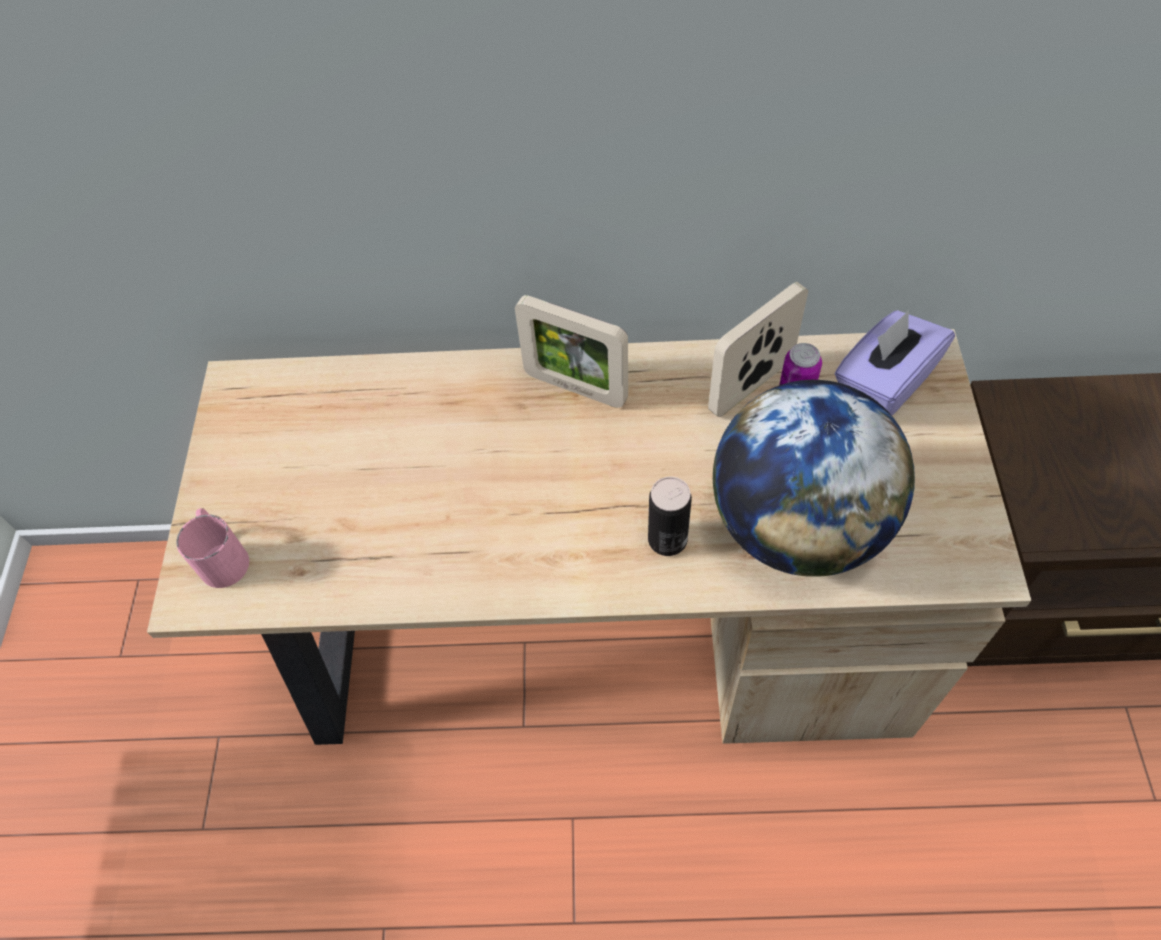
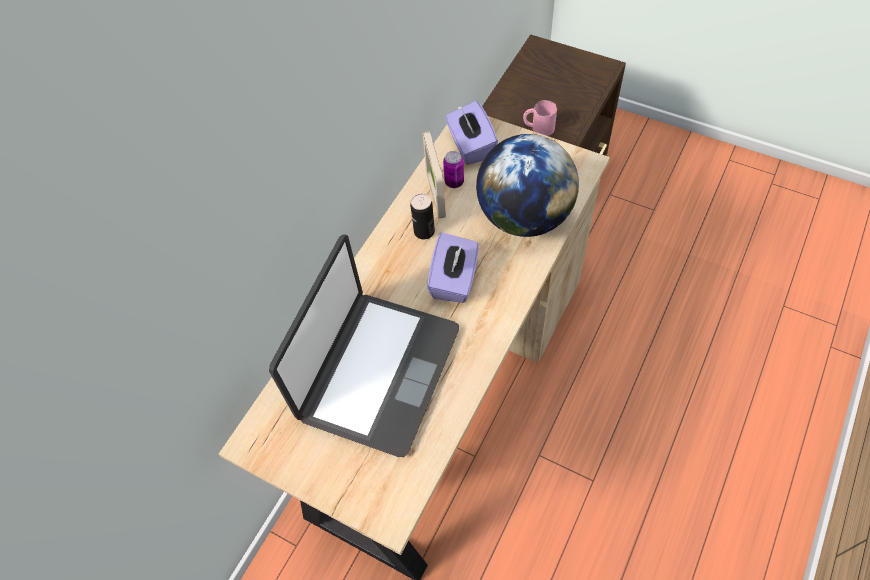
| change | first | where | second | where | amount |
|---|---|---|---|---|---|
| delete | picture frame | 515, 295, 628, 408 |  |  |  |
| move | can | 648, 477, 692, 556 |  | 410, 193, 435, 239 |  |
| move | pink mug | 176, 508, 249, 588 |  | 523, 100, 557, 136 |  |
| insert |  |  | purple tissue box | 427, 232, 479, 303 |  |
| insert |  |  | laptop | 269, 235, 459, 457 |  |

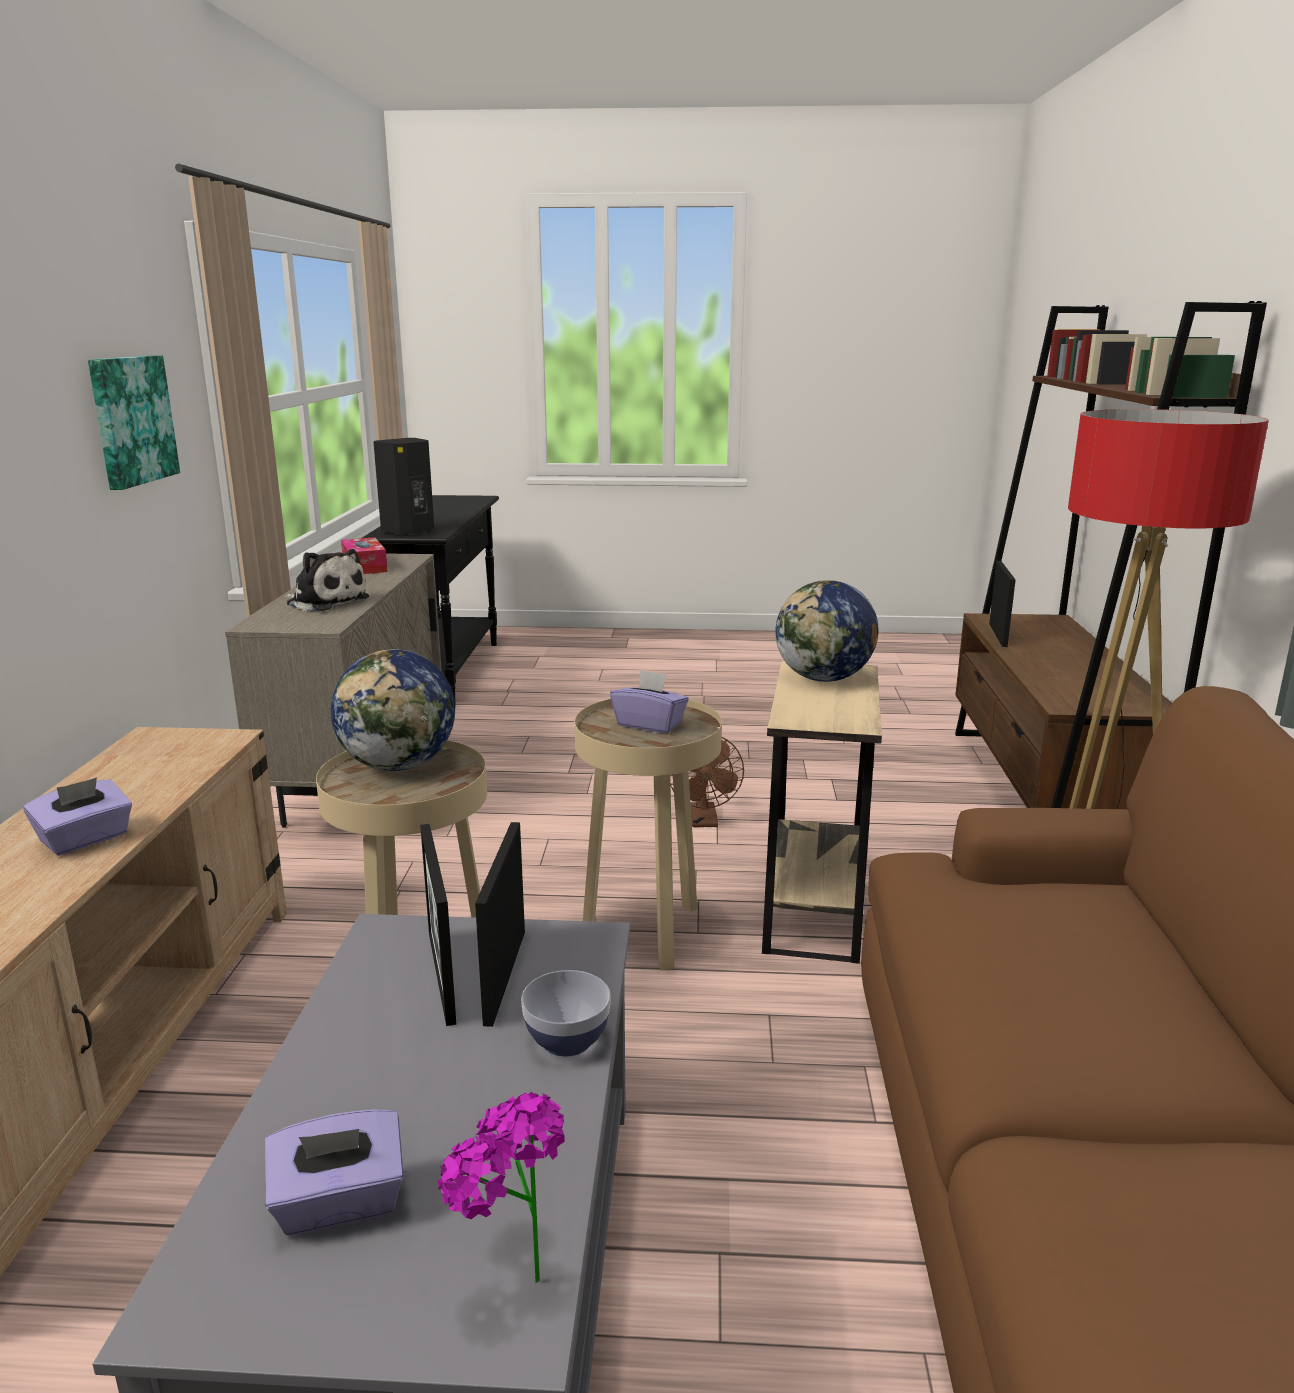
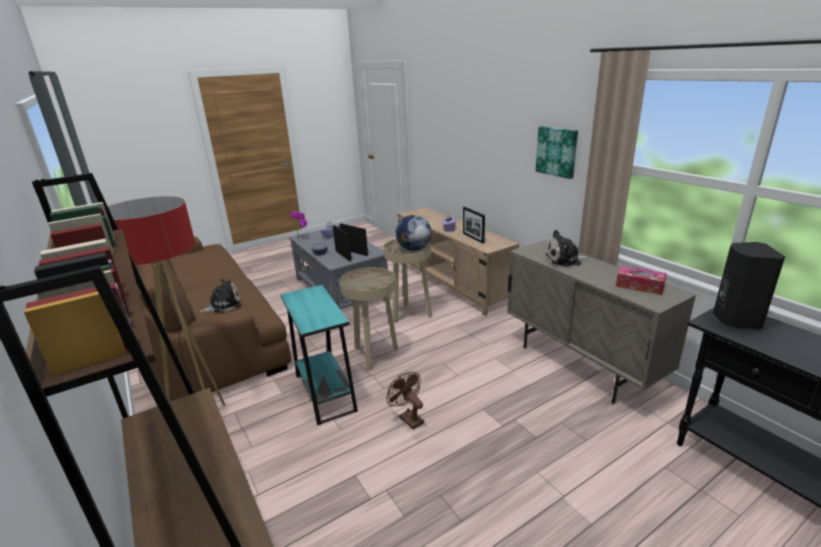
| change | first | where | second | where | amount |
|---|---|---|---|---|---|
| move | picture frame | 989, 561, 1016, 647 |  | 463, 207, 485, 244 |  |
| delete | globe | 775, 580, 879, 682 |  |  |  |
| recolor | beige side table | 762, 661, 882, 964 | turquoise side table | 280, 285, 358, 425 |  |
| delete | purple tissue box | 610, 670, 689, 733 |  |  |  |
| insert |  |  | plush toy | 199, 278, 242, 313 |  |

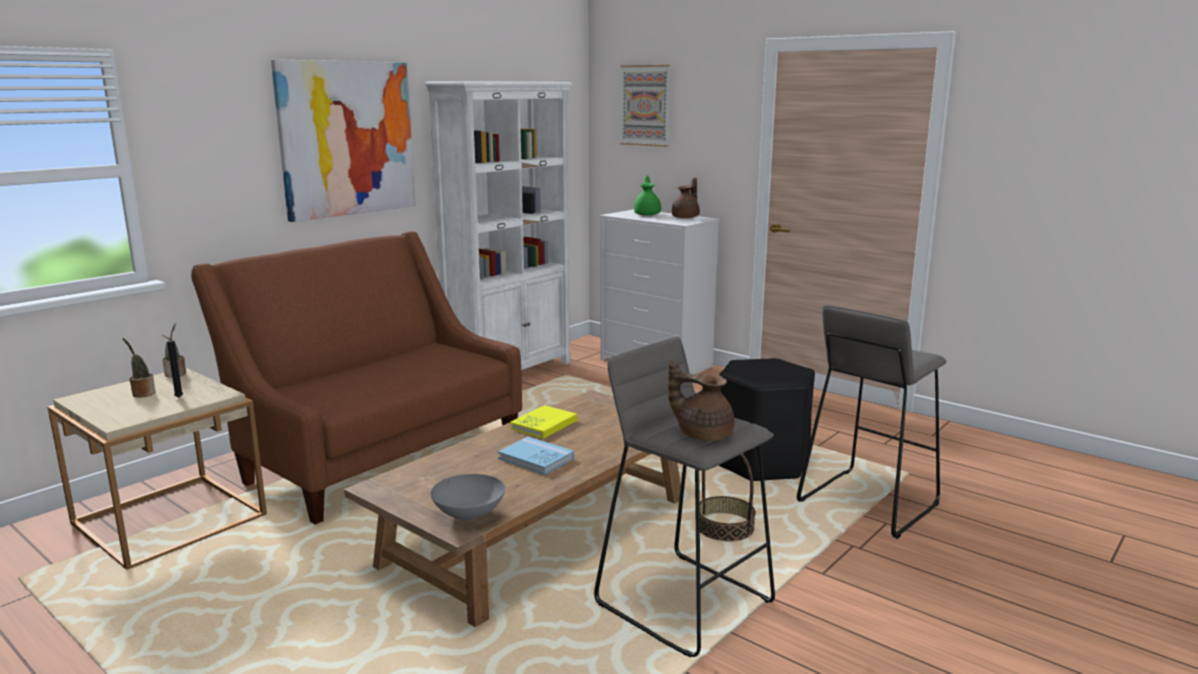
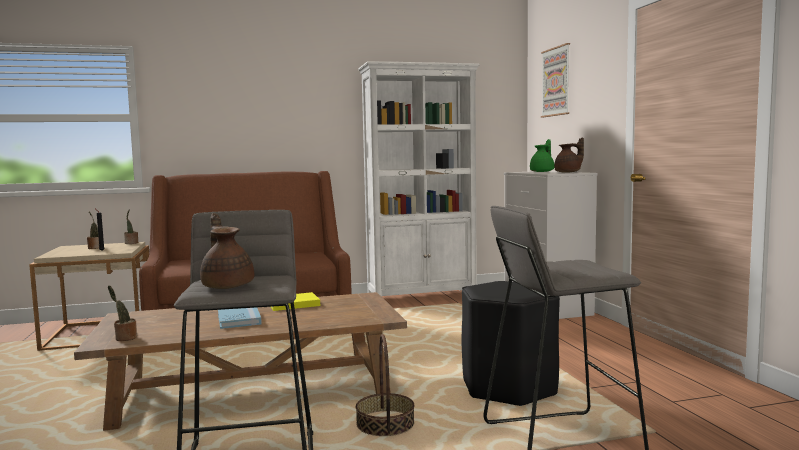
| change | first | where | second | where | amount |
|---|---|---|---|---|---|
| delete | picture | 271, 59, 416, 222 |  |  |  |
| replace | grey bowl | 431, 474, 505, 521 | potted plant | 108, 285, 137, 341 |  |

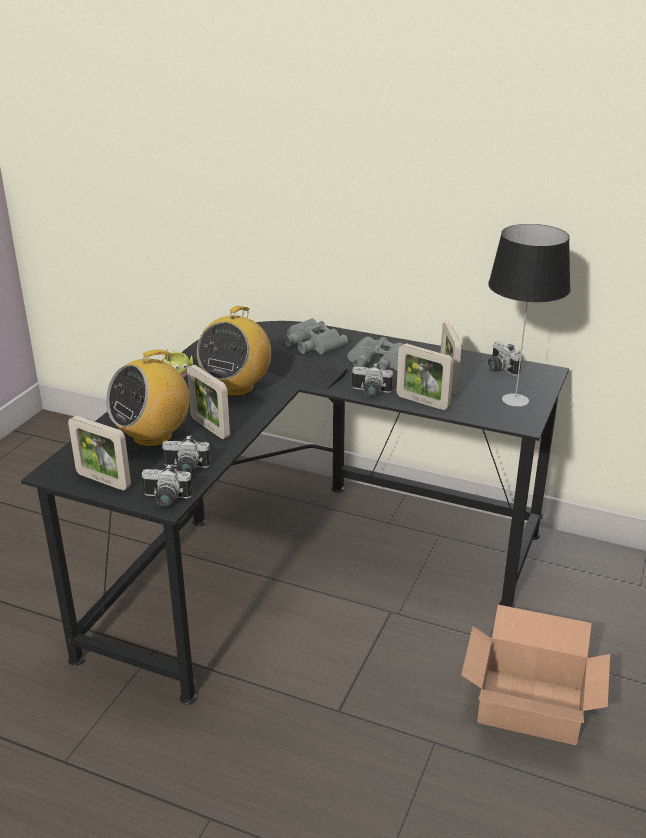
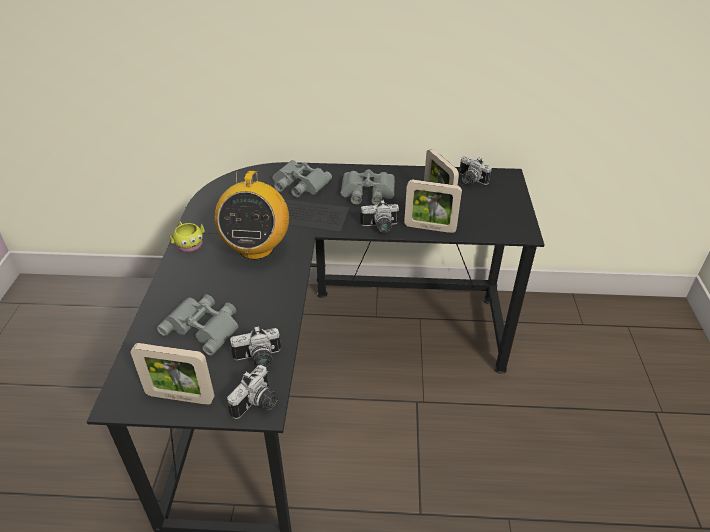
| change | first | where | second | where | amount |
|---|---|---|---|---|---|
| delete | table lamp | 488, 224, 571, 407 |  |  |  |
| replace | radio | 106, 349, 190, 447 | grey binoculars | 157, 294, 238, 356 |  |
| delete | picture frame | 187, 365, 230, 439 |  |  |  |
| rotate | photo camera | 141, 464, 193, 507 |  | 227, 365, 278, 419 | 45 degrees counterclockwise |
| delete | cardboard box | 461, 605, 610, 745 |  |  |  |

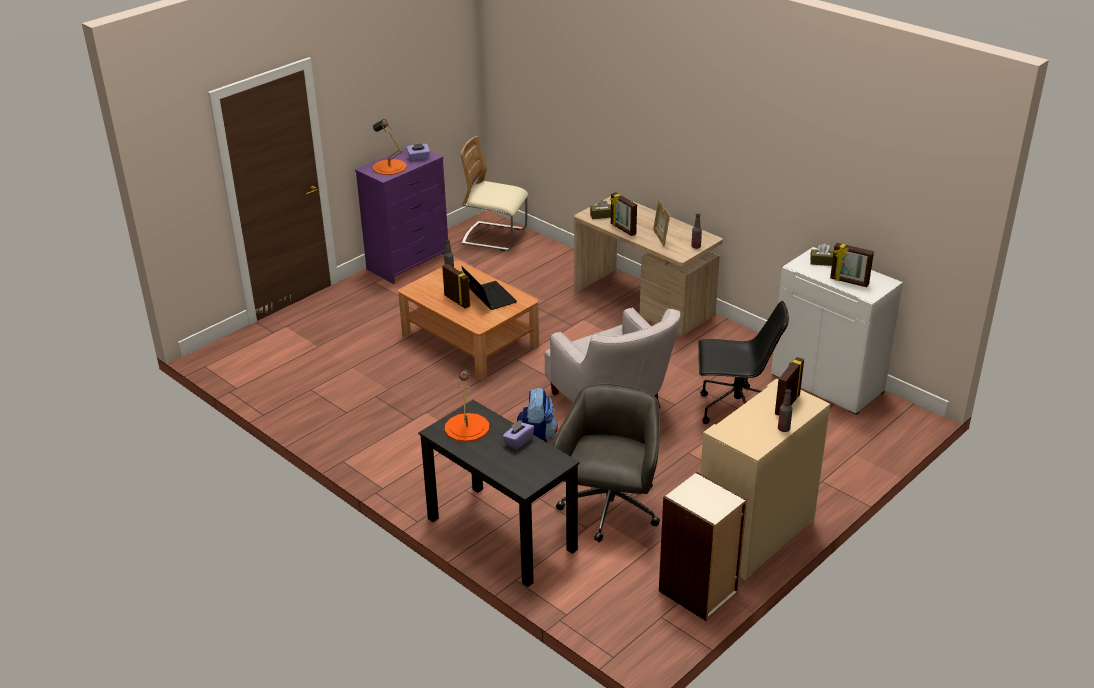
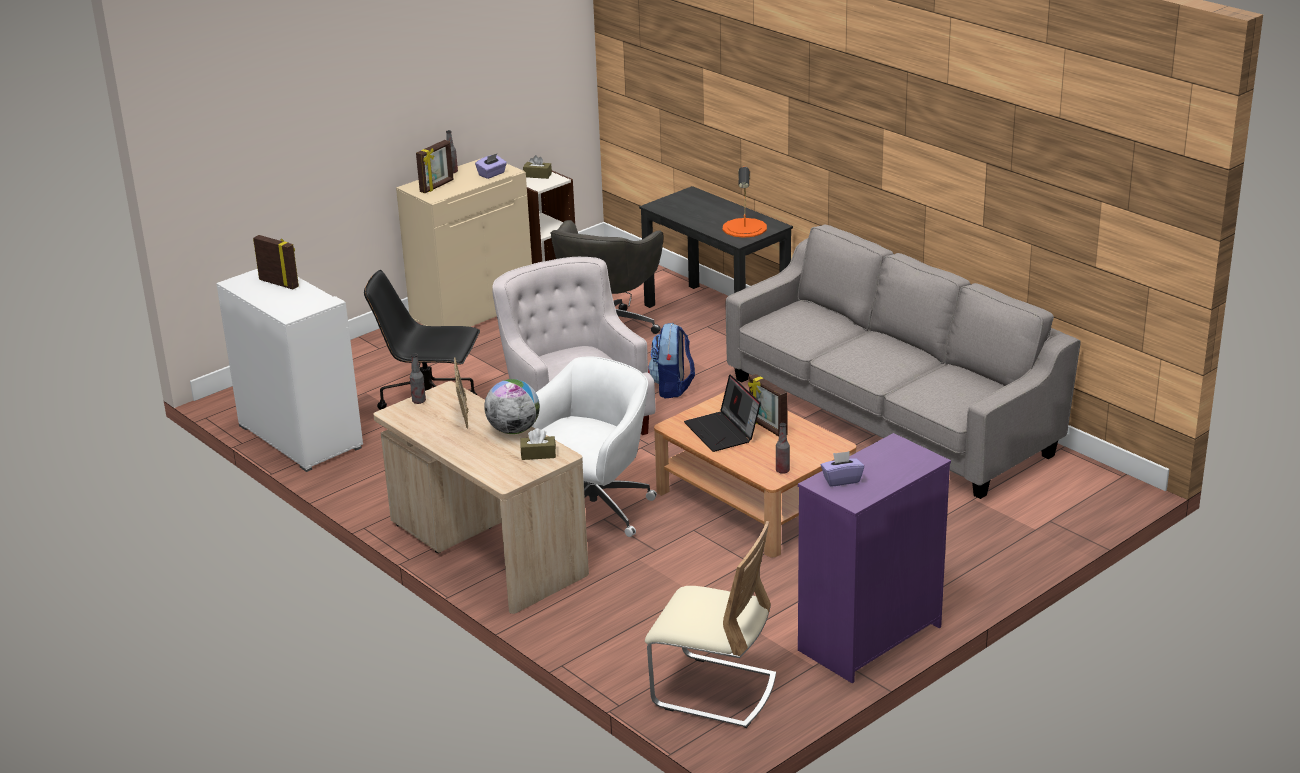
| change | first | where | second | where | amount |
|---|---|---|---|---|---|
| delete | orange table lamp | 373, 119, 407, 175 |  |  |  |
| replace | picture frame | 610, 192, 637, 236 | globe | 484, 379, 540, 434 |  |
| move | brown tissue box | 810, 244, 834, 266 |  | 523, 155, 552, 179 |  |
| move | purple tissue box | 503, 420, 534, 450 |  | 475, 154, 507, 179 |  |
| insert |  |  | grey sofa | 725, 224, 1081, 499 |  |
| insert |  |  | white office chair | 532, 357, 657, 537 |  |

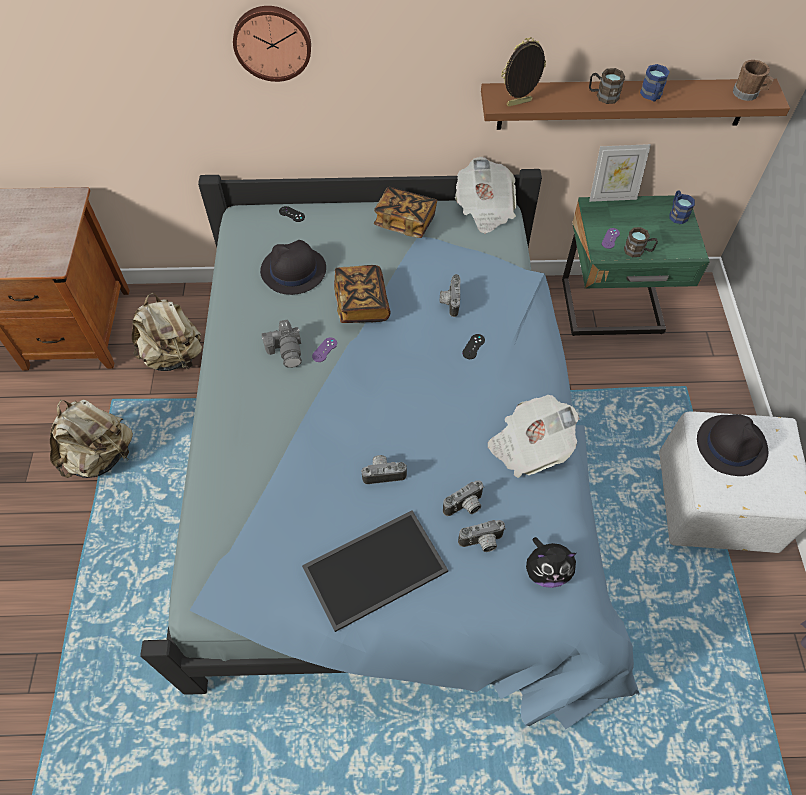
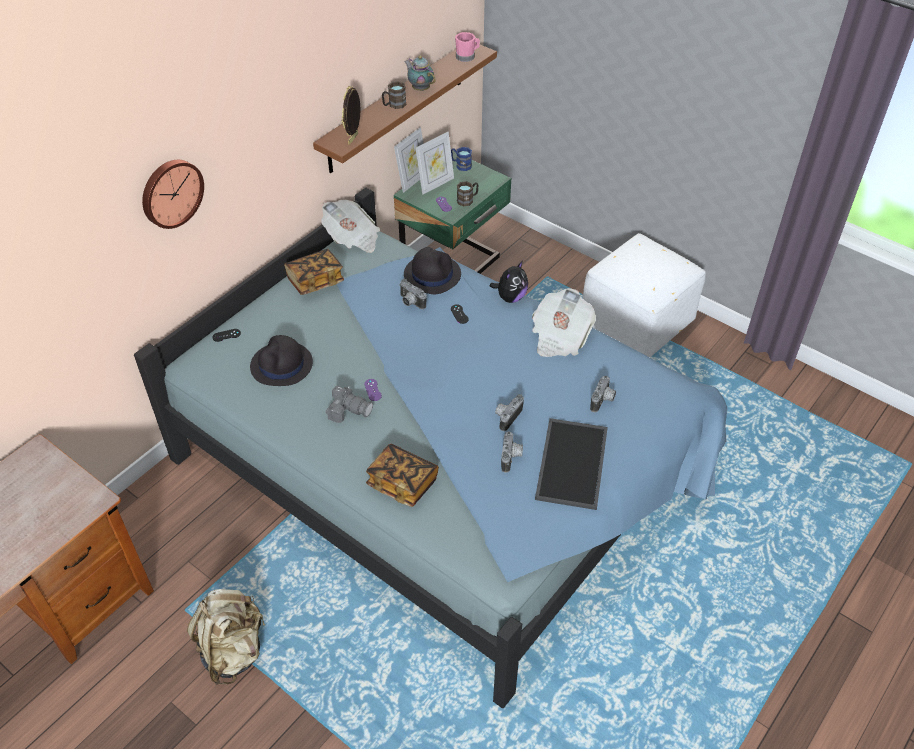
| change | first | where | second | where | amount |
|---|---|---|---|---|---|
| recolor | brown mug | 733, 60, 774, 101 | pink mug | 455, 32, 480, 62 |  |
| replace | blue mug | 640, 64, 669, 101 | teapot | 404, 56, 436, 91 |  |
| move | book | 334, 265, 391, 323 |  | 366, 444, 439, 507 |  |
| delete | beige backpack | 132, 293, 202, 371 |  |  |  |
| move | black hat | 697, 414, 768, 476 |  | 404, 247, 461, 294 |  |
| move | photo camera | 443, 480, 484, 516 |  | 501, 432, 523, 473 |  |
| move | plush toy | 526, 537, 576, 588 |  | 490, 261, 528, 303 |  |
| insert |  |  | picture frame | 416, 132, 454, 195 |  |

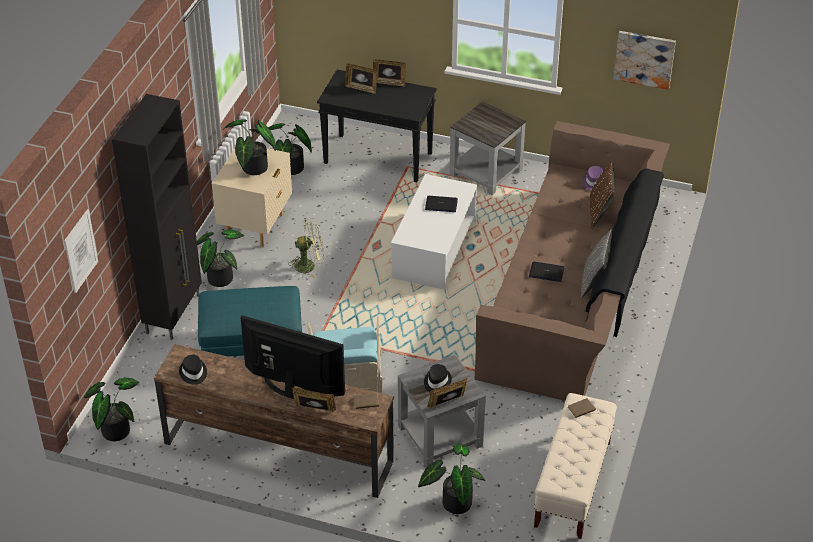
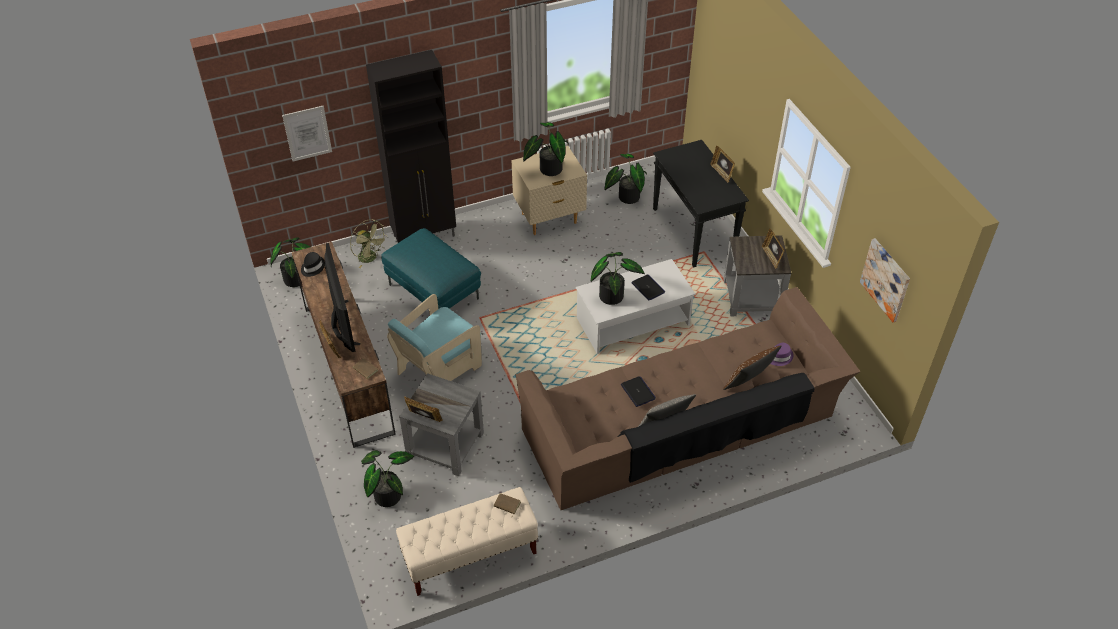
| change | first | where | second | where | amount |
|---|---|---|---|---|---|
| move | picture frame | 345, 64, 377, 94 |  | 762, 229, 785, 269 |  |
| move | green fan | 288, 218, 324, 278 |  | 350, 219, 388, 268 |  |
| move | potted plant | 197, 230, 244, 287 |  | 591, 252, 645, 305 |  |
| delete | black hat | 424, 364, 452, 392 |  |  |  |

